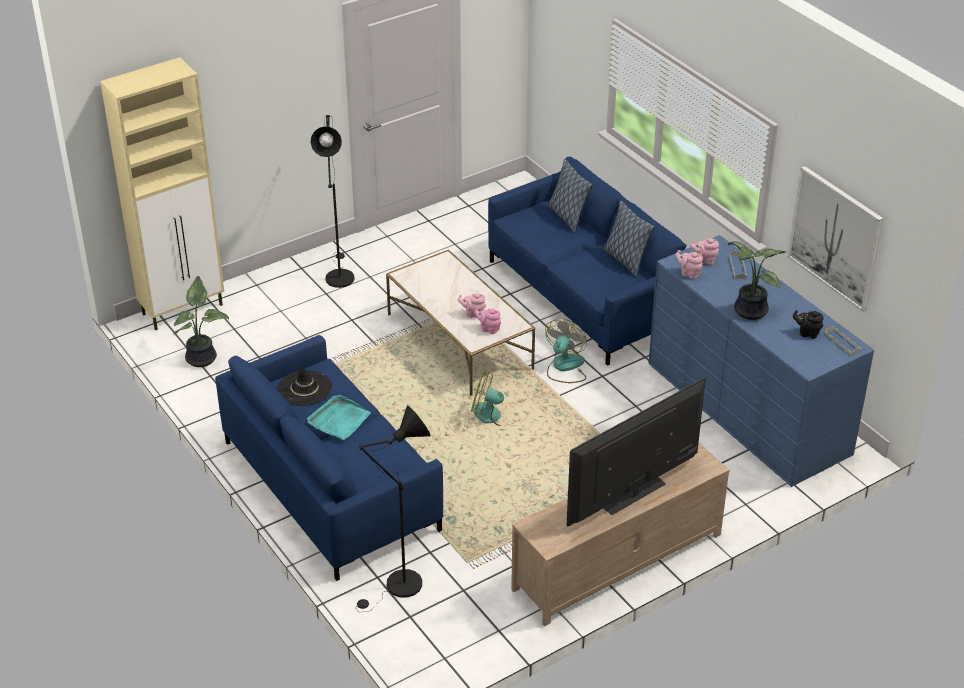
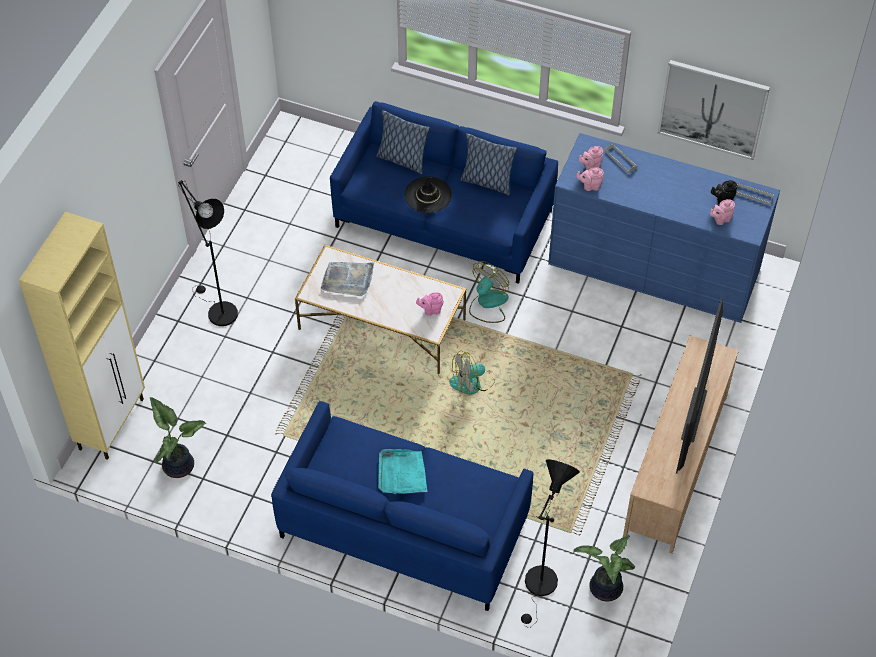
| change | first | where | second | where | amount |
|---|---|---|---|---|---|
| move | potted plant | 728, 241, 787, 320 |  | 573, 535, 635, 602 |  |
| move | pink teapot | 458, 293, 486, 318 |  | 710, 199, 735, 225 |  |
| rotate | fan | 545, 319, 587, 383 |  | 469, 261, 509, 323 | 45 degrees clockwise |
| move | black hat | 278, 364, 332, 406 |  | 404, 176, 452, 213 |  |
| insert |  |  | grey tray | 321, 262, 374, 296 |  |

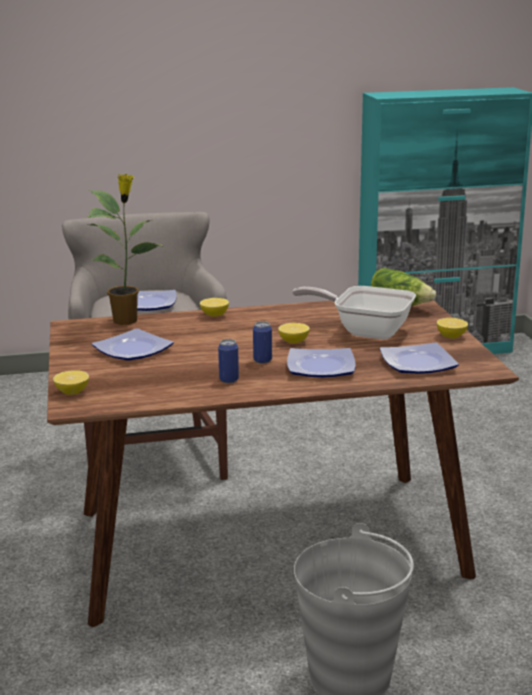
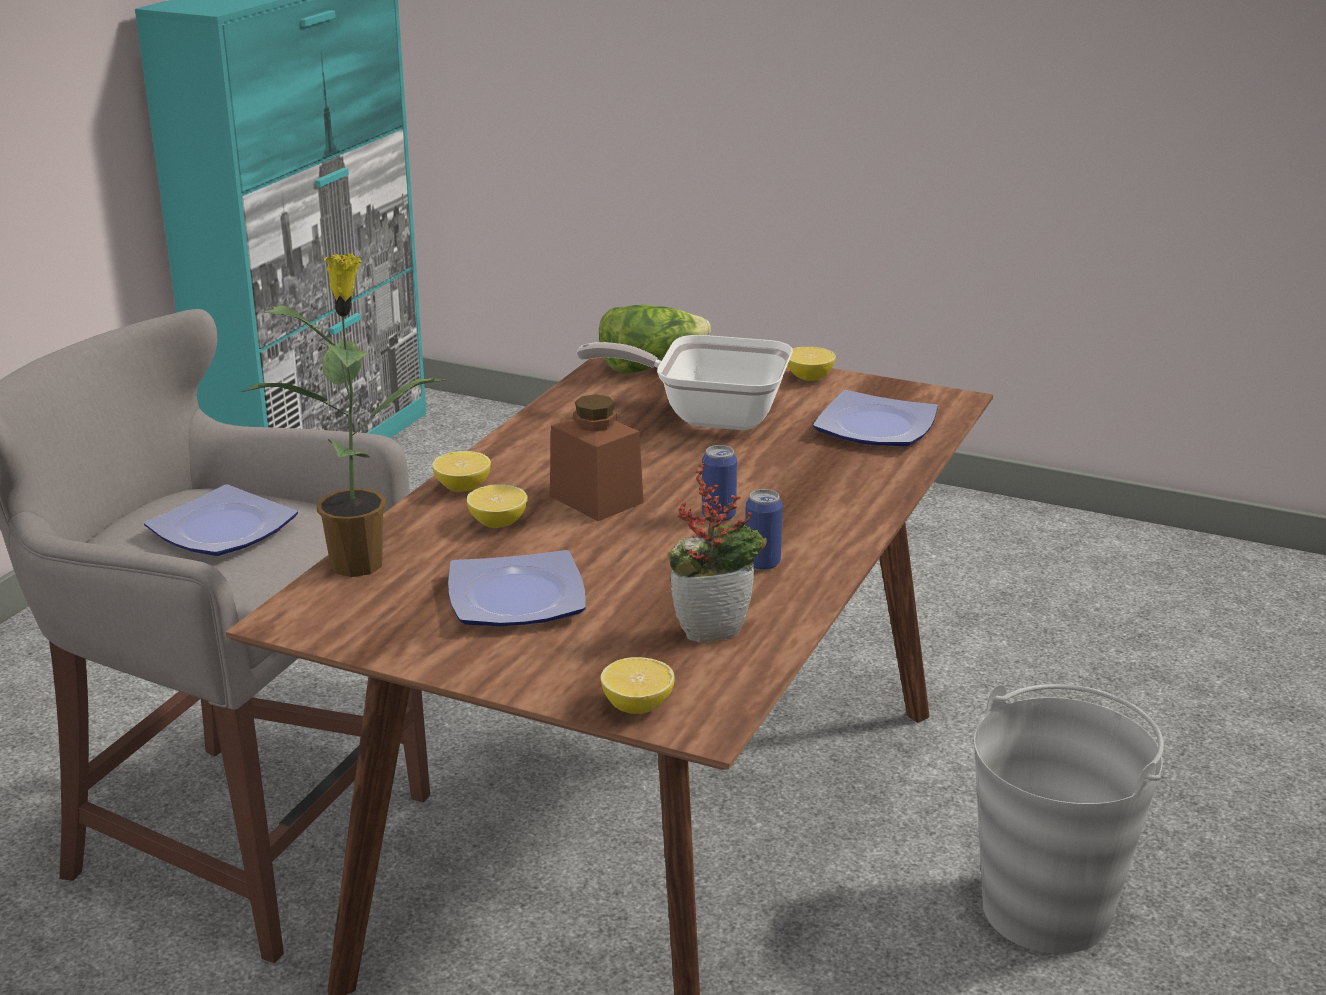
| change | first | where | second | where | amount |
|---|---|---|---|---|---|
| rotate | frying pan | 292, 286, 416, 339 |  | 576, 335, 793, 430 | 45 degrees clockwise |
| move | lemon | 278, 323, 310, 344 |  | 467, 484, 528, 528 |  |
| delete | plate | 287, 348, 356, 378 |  |  |  |
| insert |  |  | brown jar | 550, 394, 644, 521 |  |
| insert |  |  | potted plant | 667, 463, 767, 643 |  |

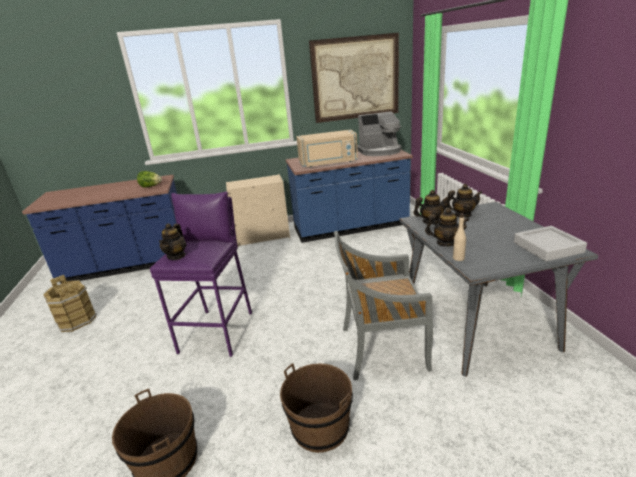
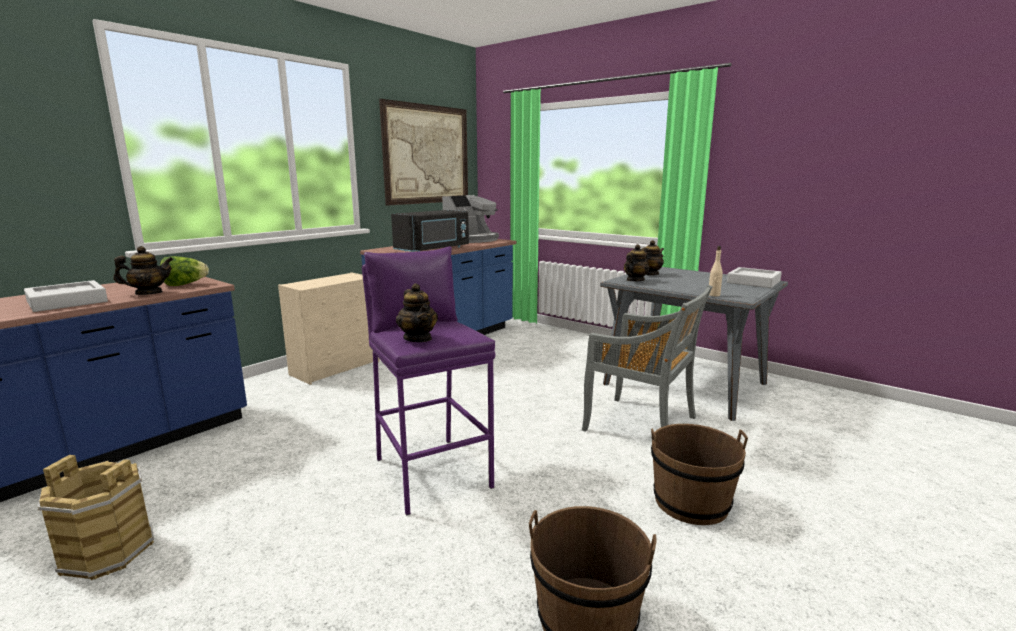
| change | first | where | second | where | amount |
|---|---|---|---|---|---|
| recolor | beige microwave | 296, 130, 358, 167 | black microwave | 391, 210, 469, 252 |  |
| move | teapot | 425, 208, 469, 247 |  | 114, 246, 173, 295 |  |
| rotate | grey chair | 334, 231, 433, 380 |  | 582, 285, 713, 432 | 105 degrees counterclockwise |
| insert |  |  | grey tray | 24, 280, 108, 312 |  |

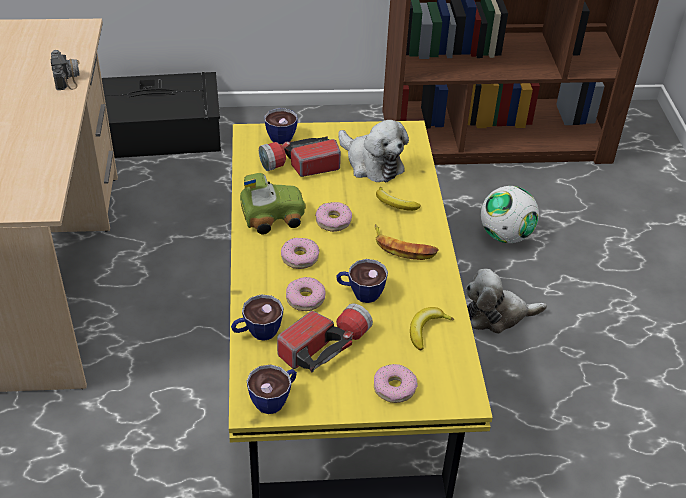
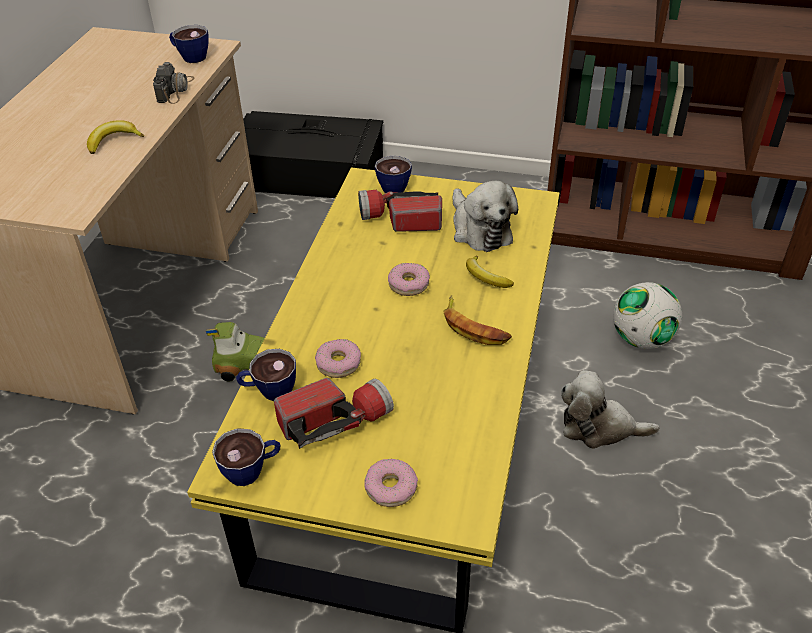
| change | first | where | second | where | amount |
|---|---|---|---|---|---|
| move | toy car | 240, 173, 306, 235 |  | 206, 322, 265, 382 |  |
| delete | donut | 281, 238, 319, 269 |  |  |  |
| move | cup | 336, 259, 388, 303 |  | 169, 25, 209, 63 |  |
| move | banana | 410, 307, 454, 350 |  | 87, 120, 144, 154 |  |

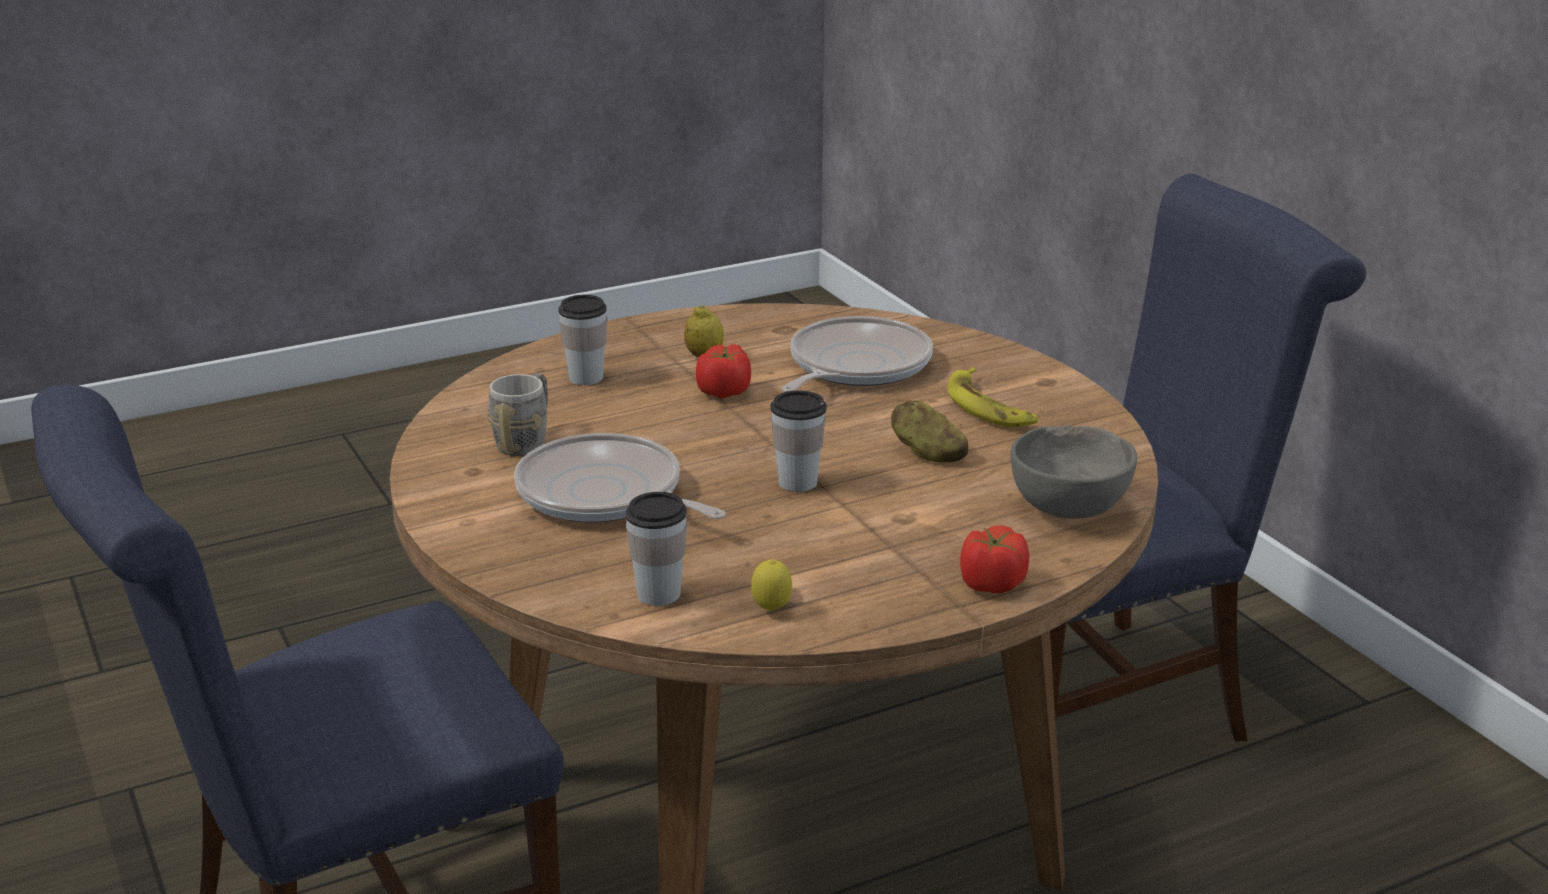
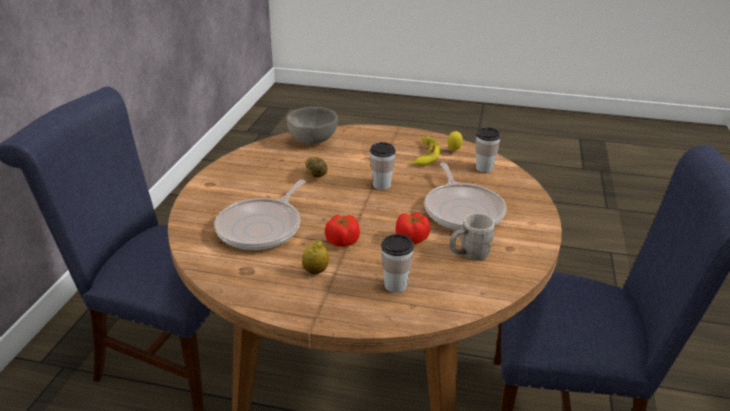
| change | first | where | second | where | amount |
|---|---|---|---|---|---|
| rotate | frying pan | 781, 316, 933, 392 |  | 214, 180, 306, 250 | 45 degrees counterclockwise |
| move | banana | 947, 367, 1038, 427 |  | 408, 136, 440, 166 |  |
| move | tomato | 960, 525, 1029, 594 |  | 396, 212, 430, 244 |  |

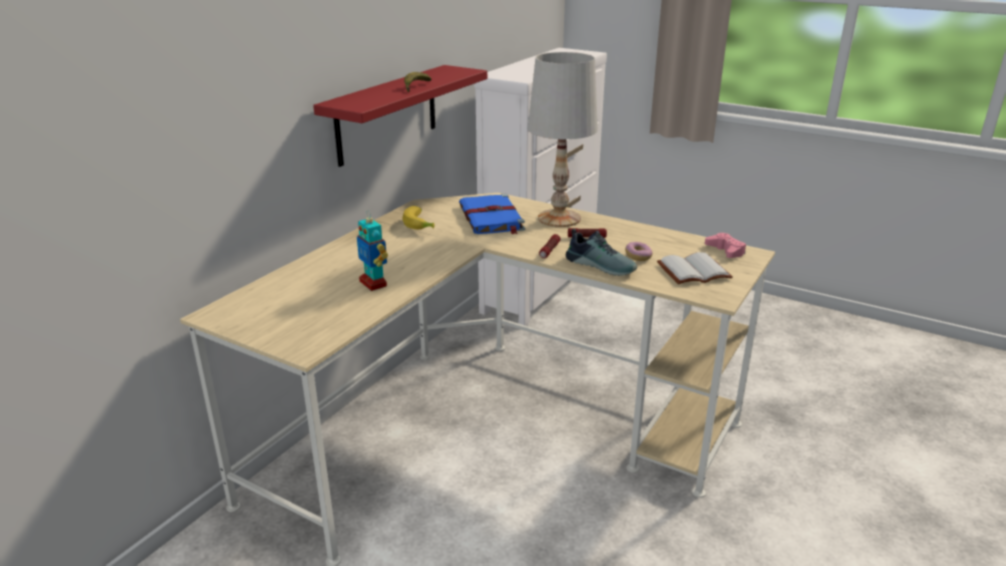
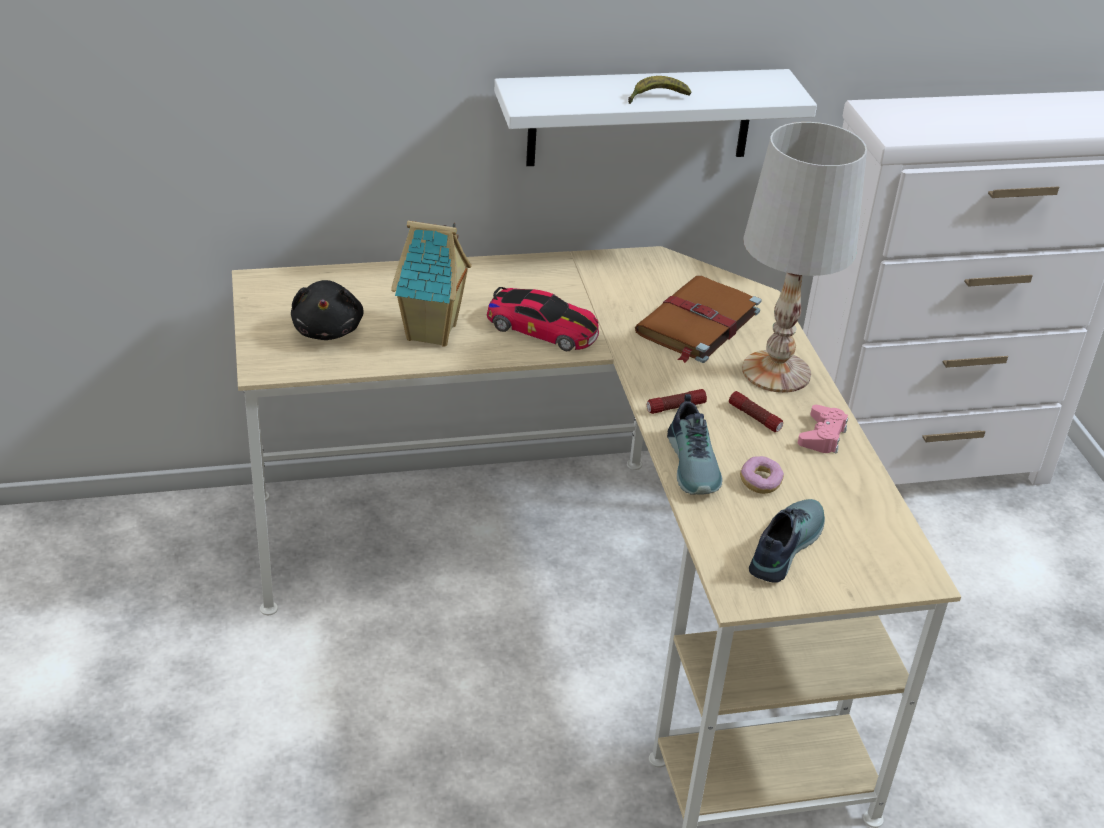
| change | first | where | second | where | amount |
|---|---|---|---|---|---|
| recolor | red shelf | 313, 65, 487, 167 | white shelf | 494, 69, 817, 166 |  |
| recolor | blue book | 459, 194, 525, 234 | brown book | 635, 276, 762, 363 |  |
| delete | banana | 402, 206, 434, 229 |  |  |  |
| replace | toy robot | 357, 210, 388, 291 | toy house | 391, 220, 471, 347 |  |
| move | pink game controller | 705, 233, 746, 258 |  | 798, 405, 848, 454 |  |
| replace | white book | 657, 252, 733, 284 | shoe | 749, 499, 825, 583 |  |
| insert |  |  | black plush toy | 291, 280, 364, 340 |  |
| insert |  |  | toy car | 487, 287, 599, 351 |  |

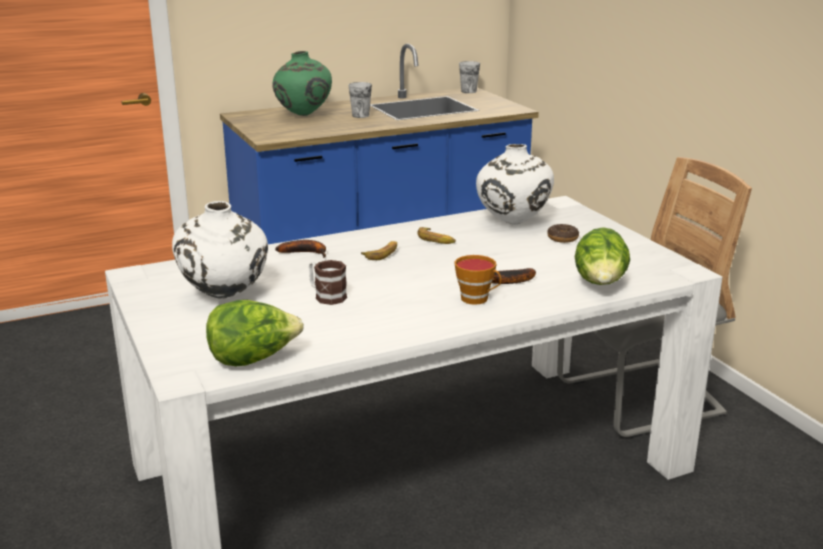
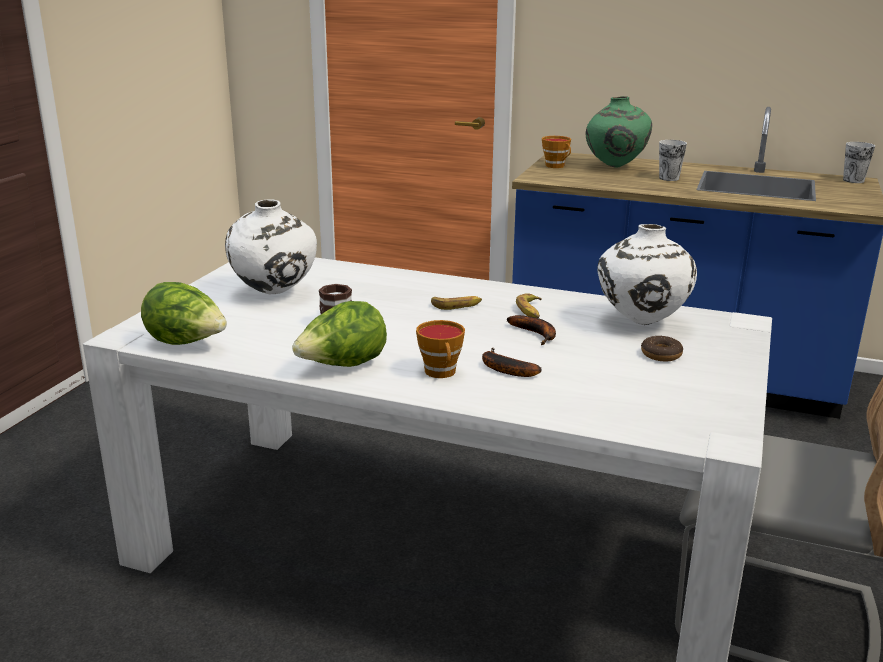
| change | first | where | second | where | amount |
|---|---|---|---|---|---|
| move | lettuce | 575, 227, 630, 285 |  | 292, 301, 387, 367 |  |
| move | banana | 275, 240, 326, 258 |  | 507, 315, 556, 345 |  |
| insert |  |  | cup | 542, 136, 571, 168 |  |

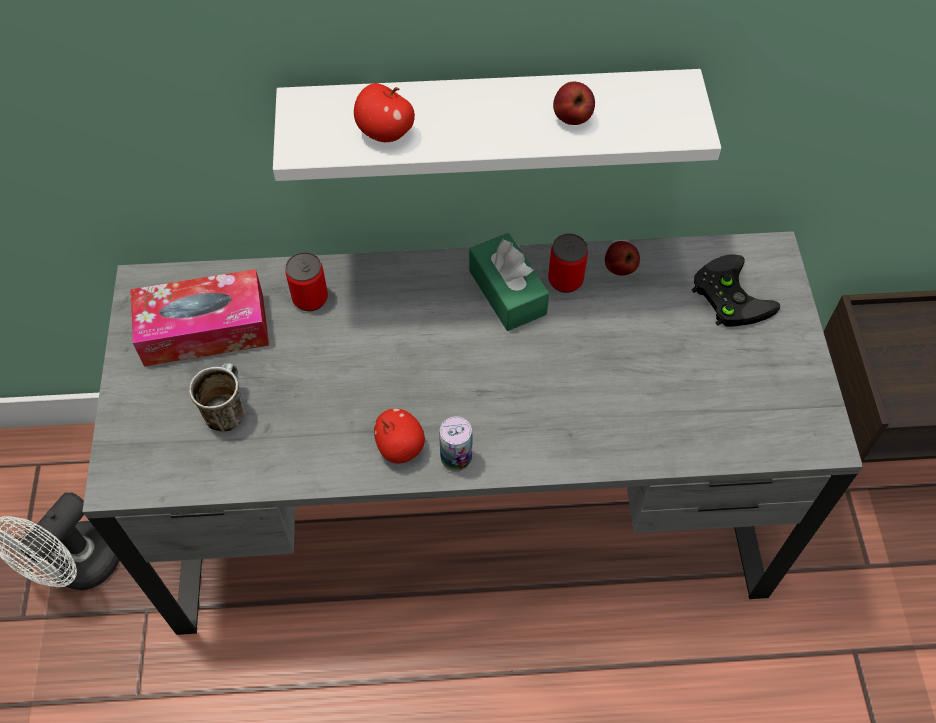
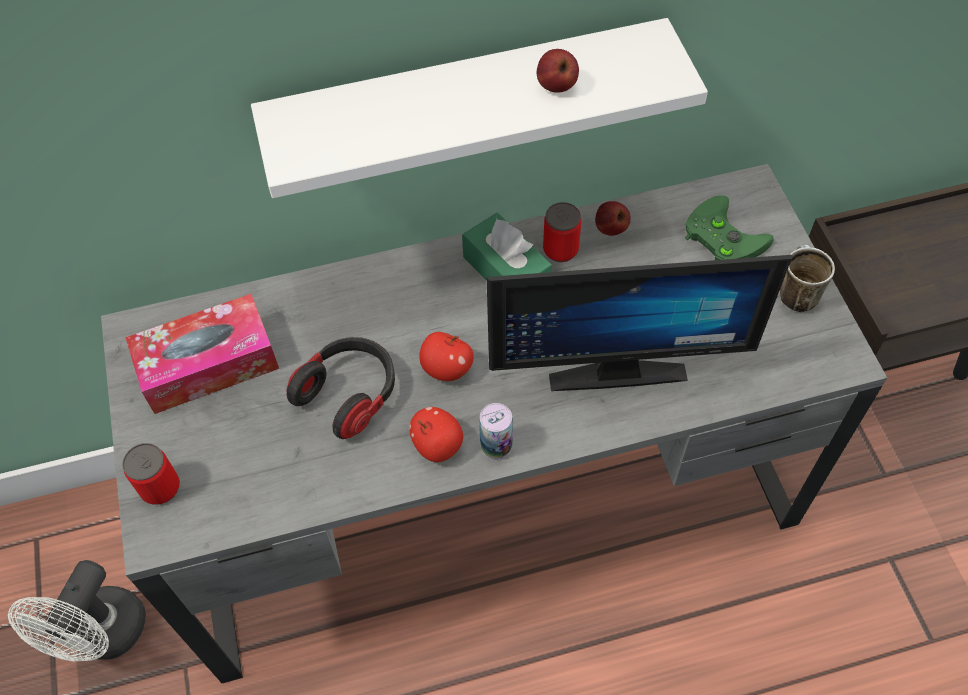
| change | first | where | second | where | amount |
|---|---|---|---|---|---|
| move | apple | 354, 83, 415, 142 |  | 419, 332, 474, 381 |  |
| move | can | 286, 252, 328, 312 |  | 122, 443, 180, 505 |  |
| recolor | black game controller | 692, 254, 780, 327 | green game controller | 685, 196, 774, 260 |  |
| move | mug | 189, 363, 245, 432 |  | 780, 245, 835, 313 |  |
| insert |  |  | monitor | 487, 255, 793, 391 |  |
| insert |  |  | headphones | 287, 337, 395, 439 |  |

